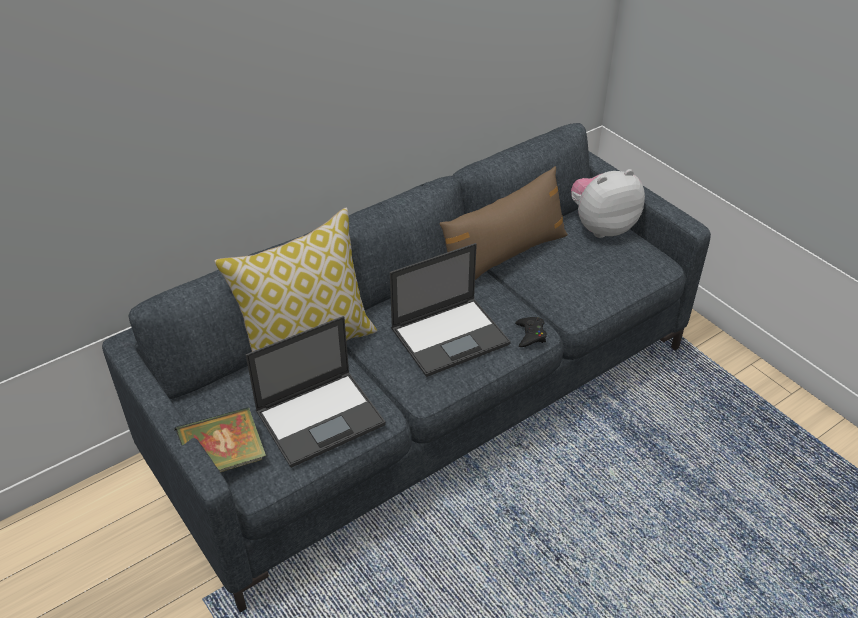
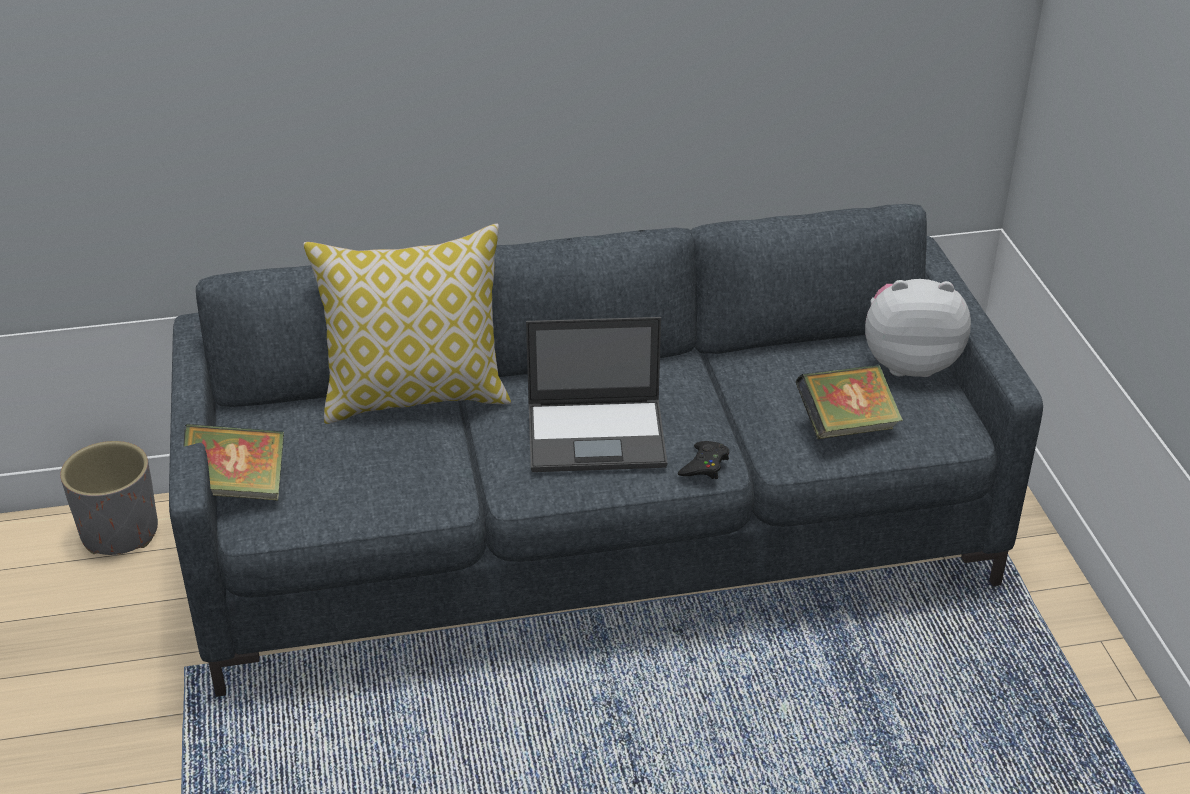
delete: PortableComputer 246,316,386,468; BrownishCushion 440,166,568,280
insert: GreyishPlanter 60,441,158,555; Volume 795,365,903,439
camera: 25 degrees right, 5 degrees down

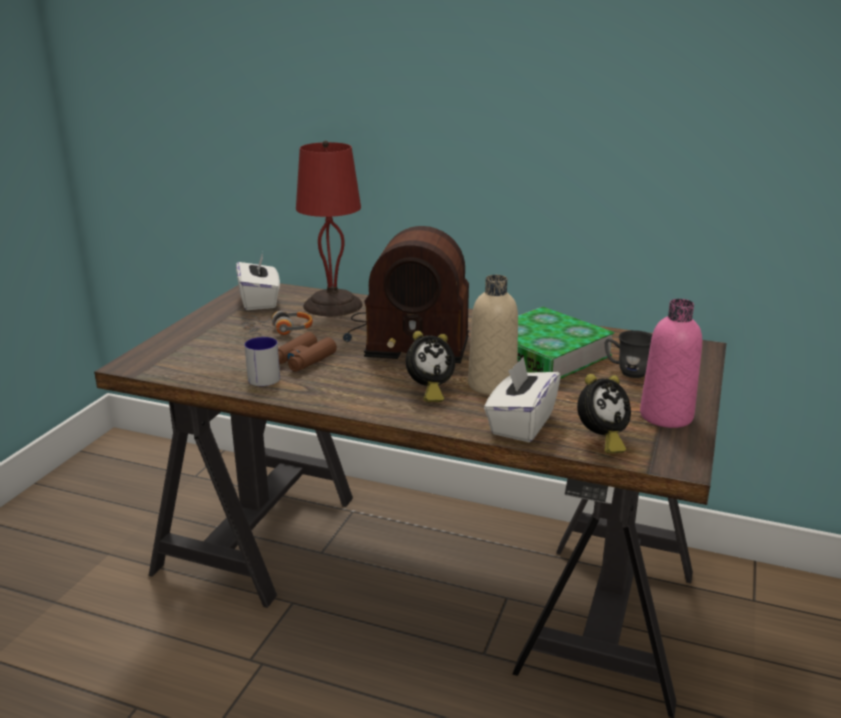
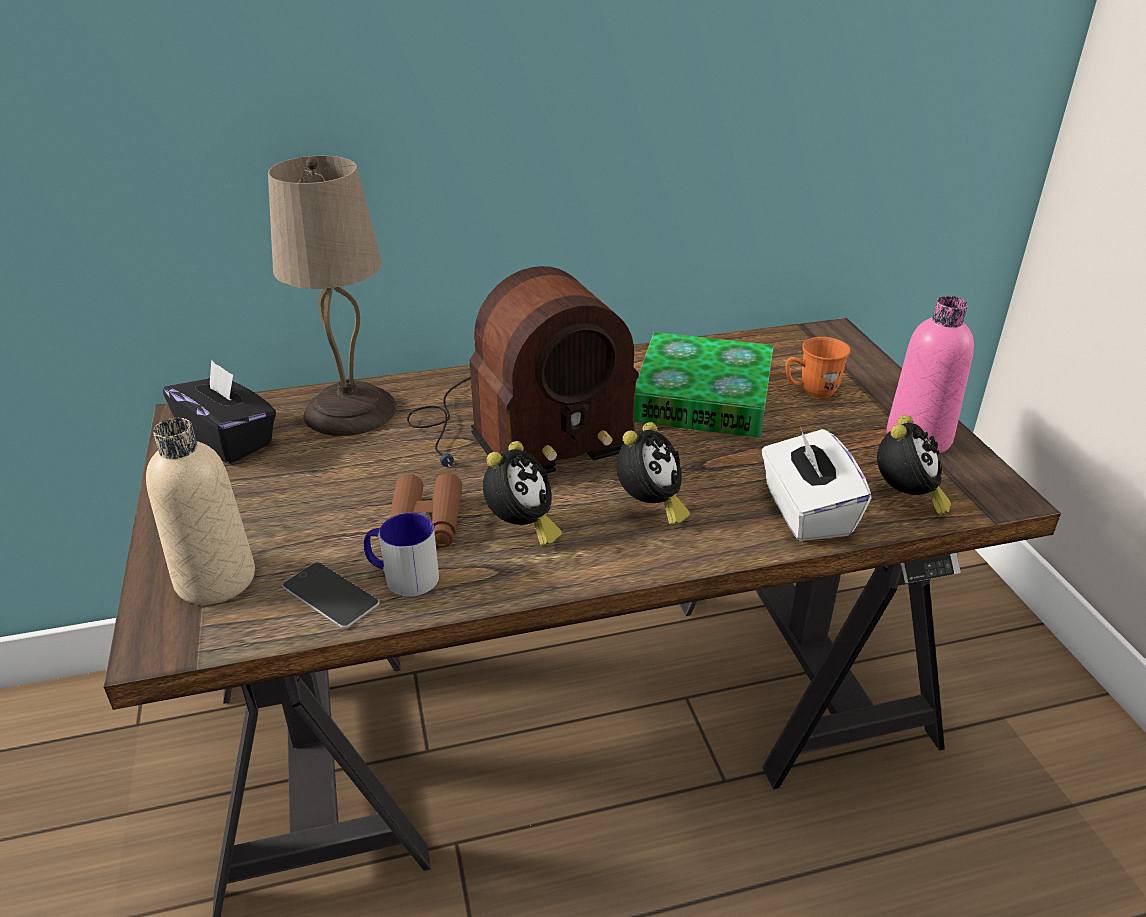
delete: Headset 240,311,313,337
insert: Handset 282,562,380,628; AlarmClock 483,441,562,547
move: SandColouredBottle 468,275,518,395 to 146,418,255,605
recolor: WhiteBoxOfTissues 236,252,280,310 to BlackColouredBoxOfTissues 163,360,276,464; RedColouredLampForATable 296,141,363,316 to SandColouredLampForATable 268,156,397,436; GreyishCoffeeMug 605,330,652,378 to OrangeyCoffeeMug 785,337,851,398
camera: 35 degrees left, 10 degrees up

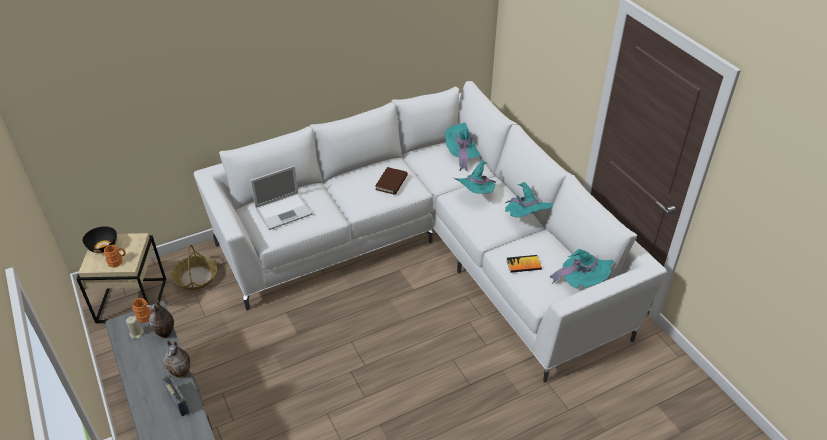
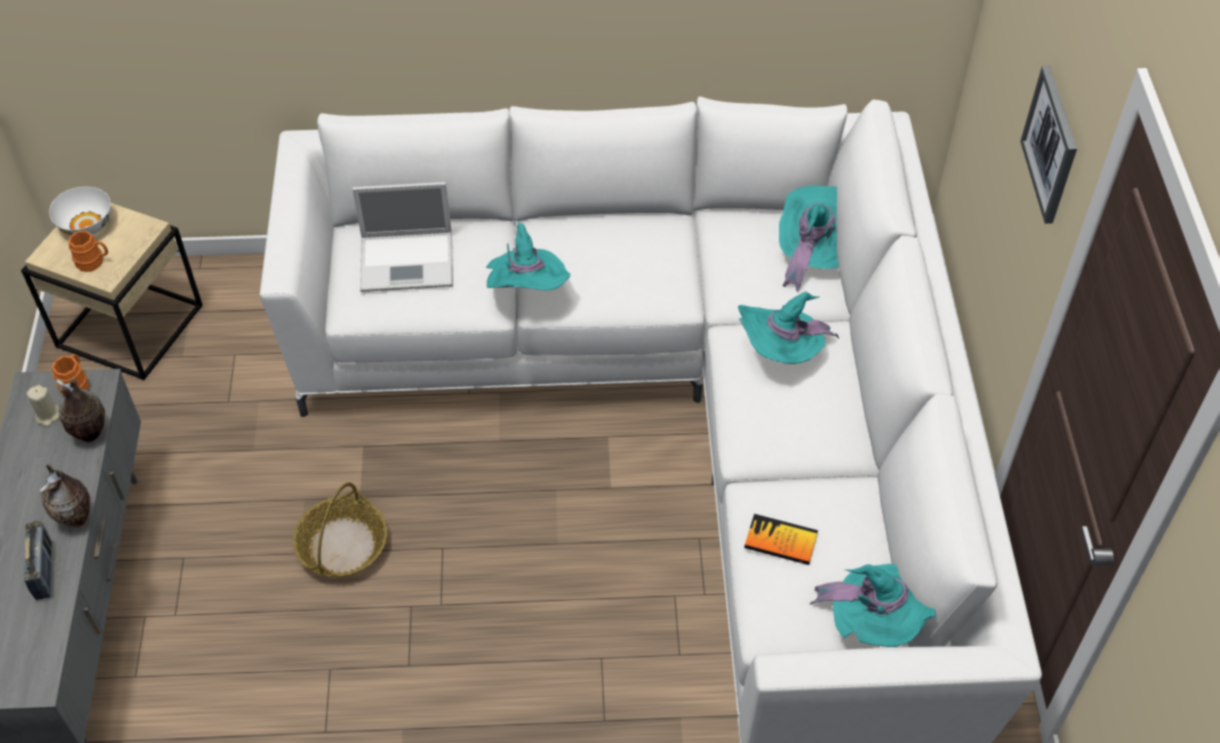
delete: BrownishVolume 375,167,408,195
insert: Picture 1020,66,1077,224
move: StorageBasket 171,245,217,290 to 292,482,387,577; TurquoiseWearableHat 505,182,554,218 to 486,222,570,291
recolor: BlackColouredDeepDish 83,226,117,253 to WhiteDeepDish 49,187,111,235
camera: 25 degrees right, 10 degrees up

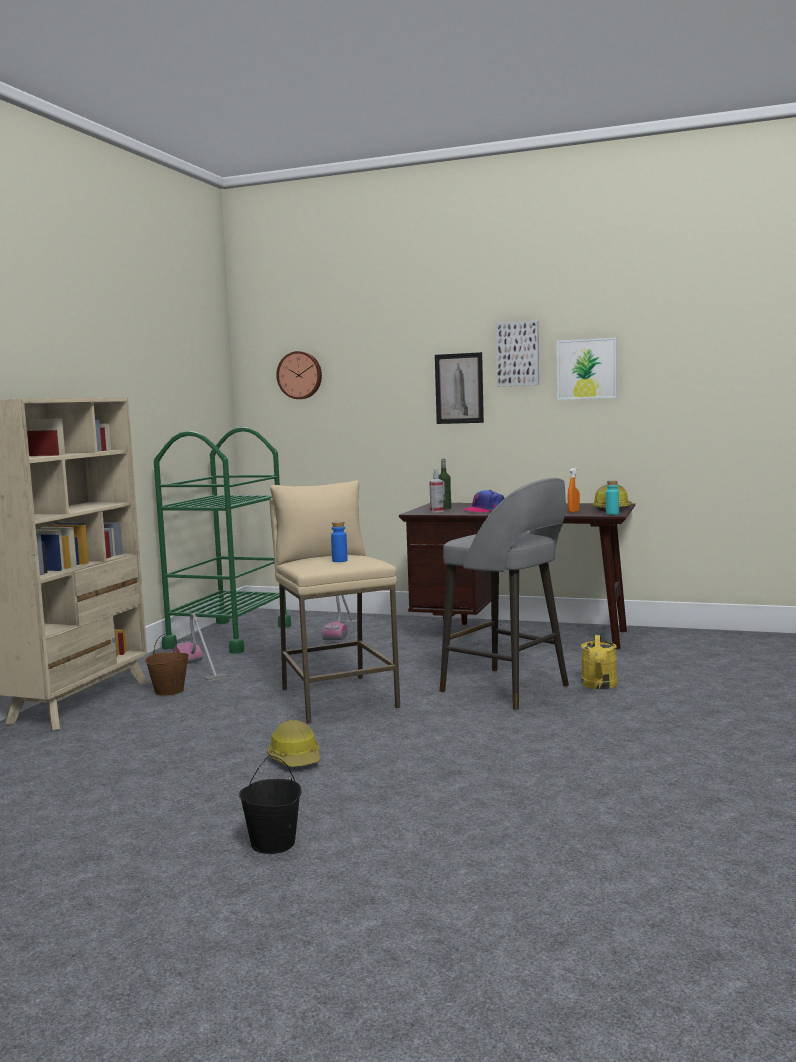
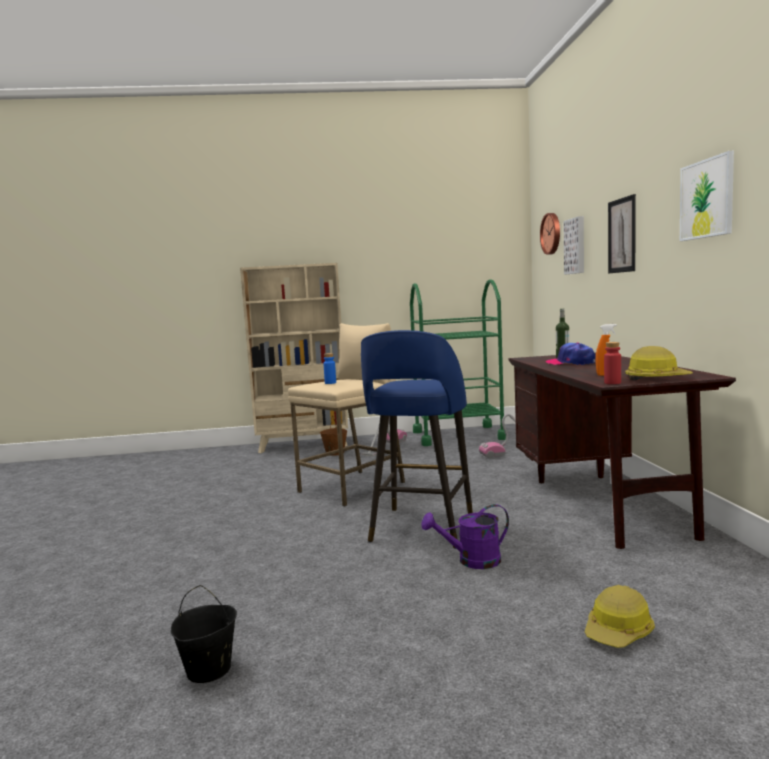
delete: SprayBottle 429,469,444,512
move: BlackColouredBucket 239,755,302,854 to 171,585,237,683; Picture 496,321,539,387 to 563,216,584,275; SafetyHelmet 267,720,320,767 to 585,585,655,648
recolor: GreyishStool 440,478,569,710 to BluishStool 361,330,473,549; YellowColouredWateringCan 581,630,617,689 to PurpleColouredWateringCan 421,504,509,569; TurquoiseBottle 606,481,619,515 to RedColouredBottle 604,342,621,384
camera: 65 degrees right, 0 degrees up

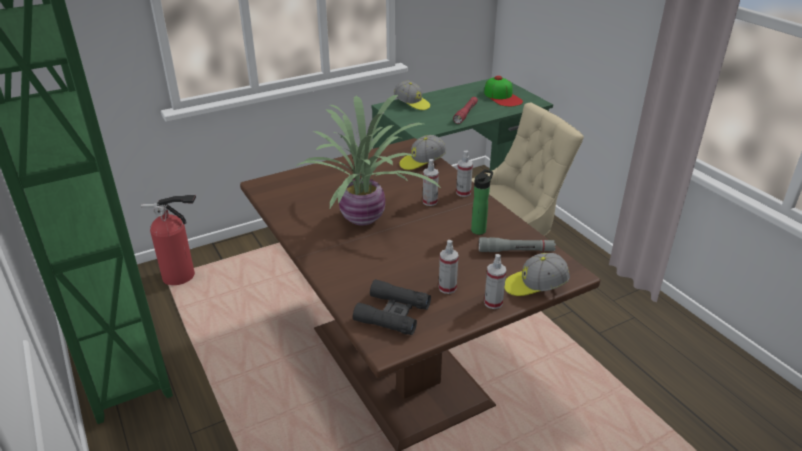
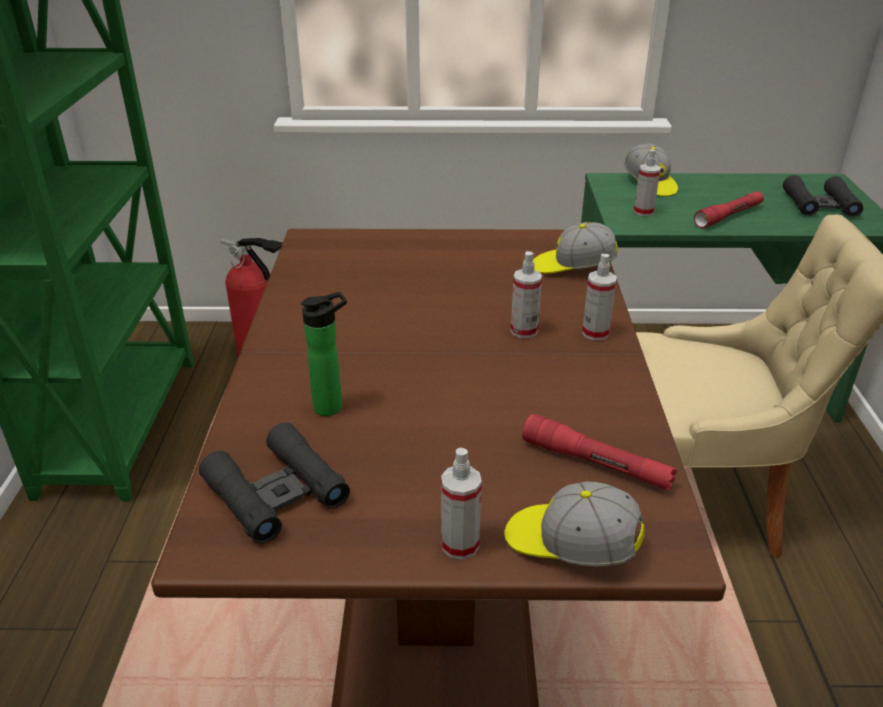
delete: PlantInAPot 295,95,442,226
move: Bottle 471,169,493,235 to 301,292,347,416; SprayBottle 439,240,459,294 to 634,149,661,216
replace: BaseballCap 484,76,523,107 to BlackColouredPairOfBinoculars 783,175,863,217
recolor: GreyishFlashlight 479,237,556,252 to RedColouredFlashlight 522,414,677,491
camera: 30 degrees right, 0 degrees up

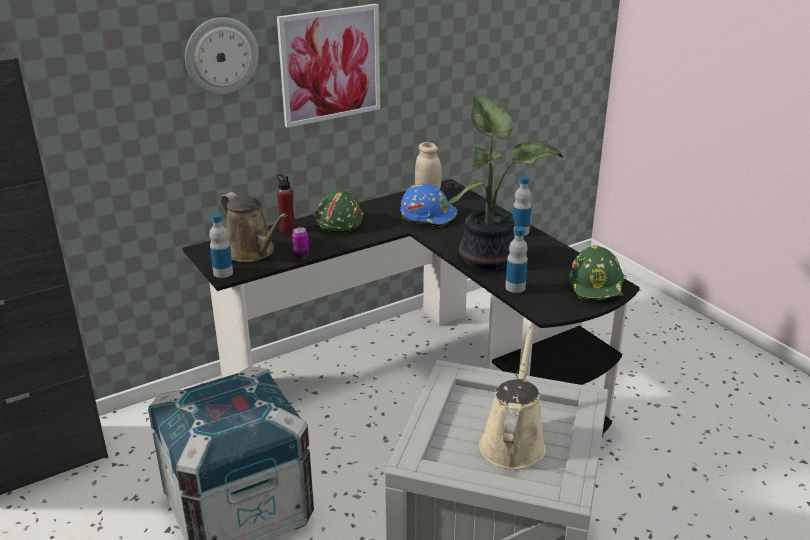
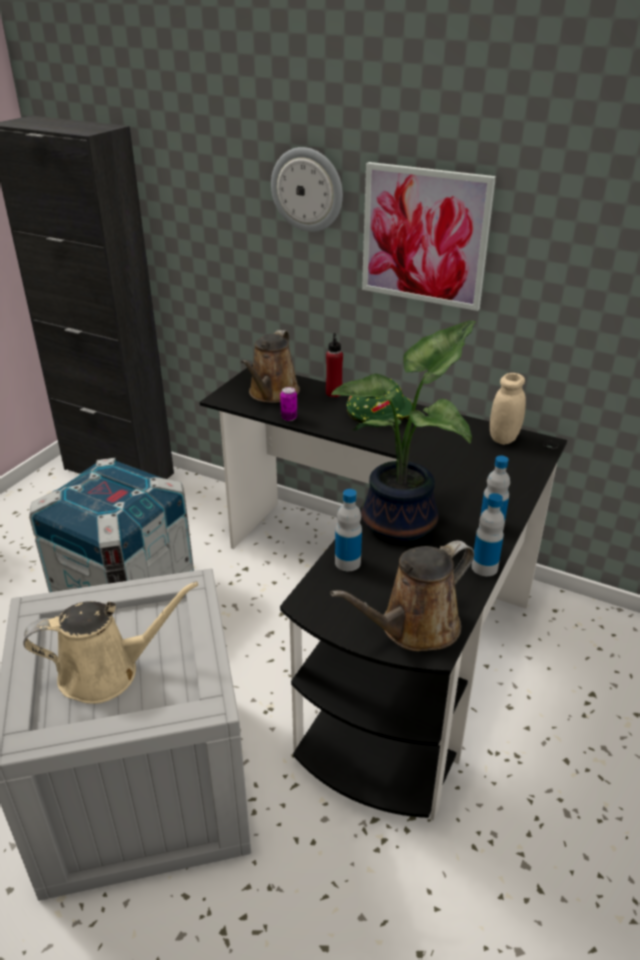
delete: BluishSafetyHelmet 400,184,457,227
move: Bottle 210,213,233,278 to 471,493,505,576
replace: GreenishSafetyHelmet 569,245,624,301 to BrownishWateringCan 330,540,474,651
camera: 60 degrees right, 5 degrees up

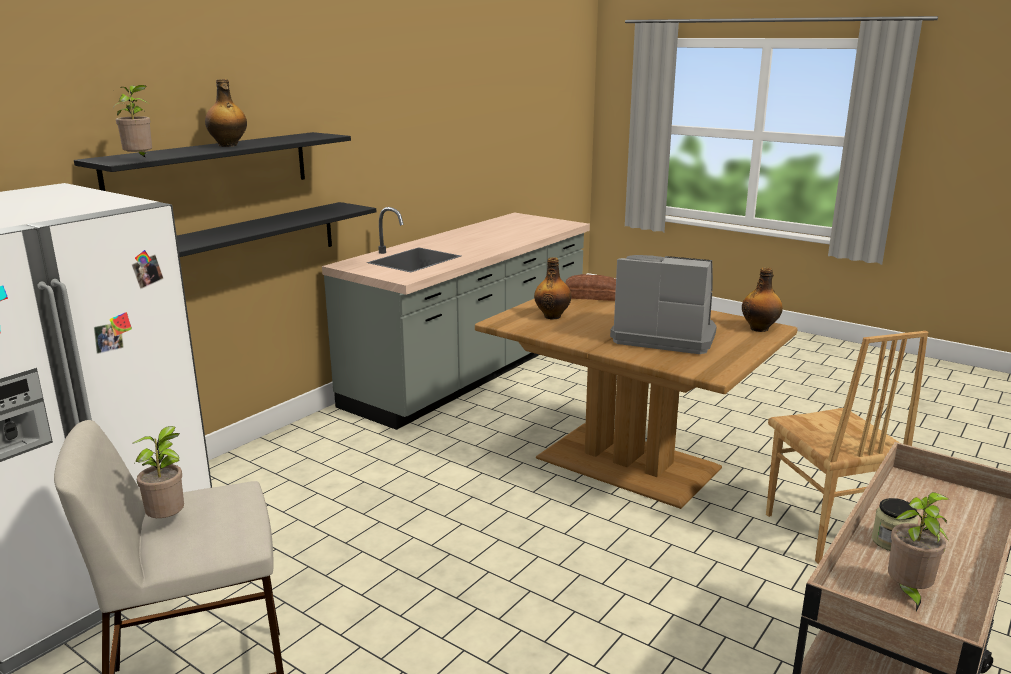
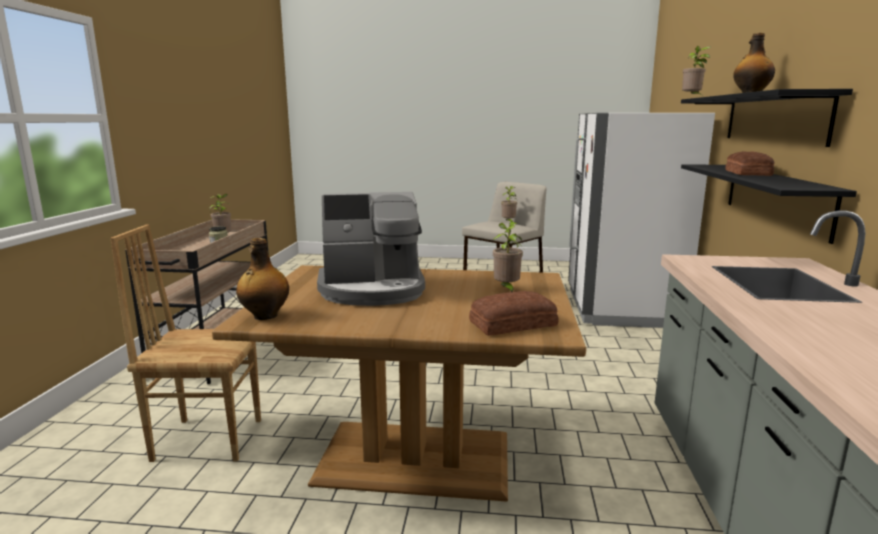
insert: BakeryBread 725,151,774,176
replace: Bottle 534,257,571,320 to PlantInAPot 493,221,523,292
rotate: BrownishChair 766,331,928,564 = 110,224,261,462 45 degrees counterclockwise
camera: 150 degrees right, 5 degrees down

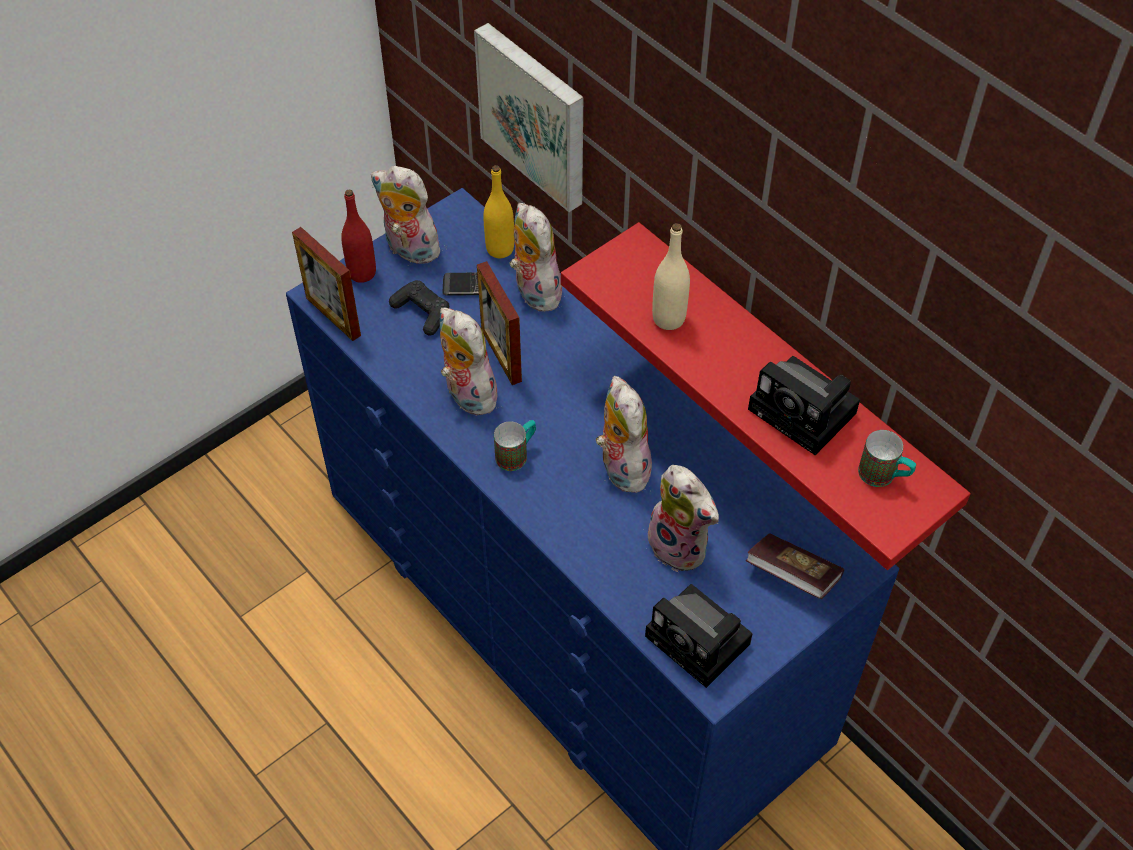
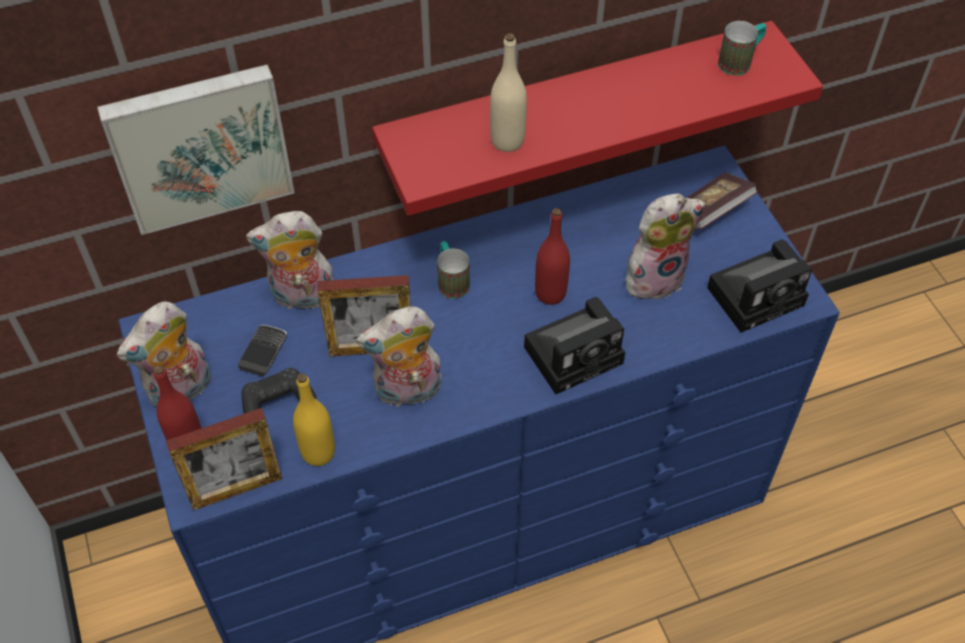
move: YellowColouredBottle 483,165,514,258 to 293,374,335,466; CoffeeMug 494,420,536,471 to 437,241,470,299; StillCamera 748,356,860,455 to 524,297,625,394
replace: SoftToy 596,376,654,493 to RedColouredBottle 535,208,570,305
camera: 70 degrees left, 0 degrees up

